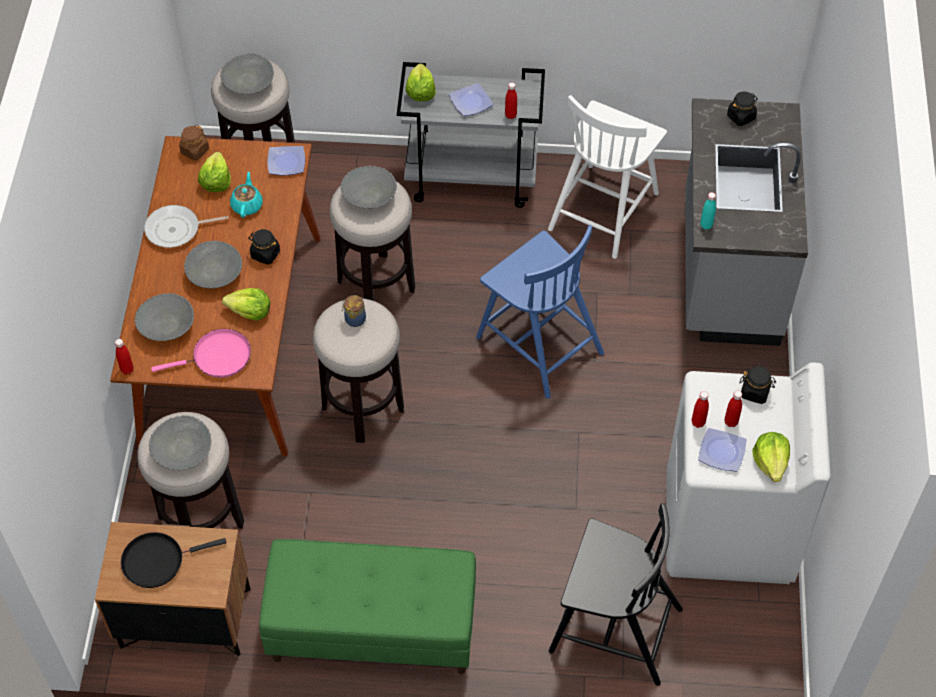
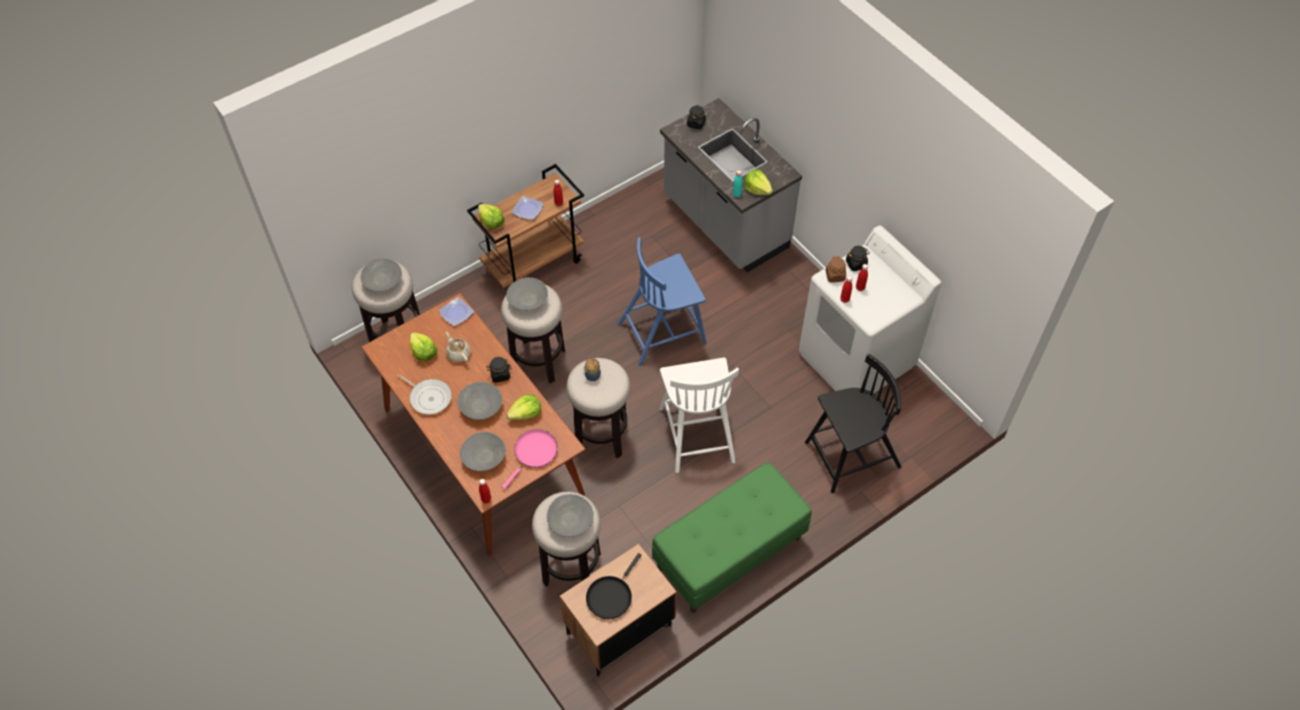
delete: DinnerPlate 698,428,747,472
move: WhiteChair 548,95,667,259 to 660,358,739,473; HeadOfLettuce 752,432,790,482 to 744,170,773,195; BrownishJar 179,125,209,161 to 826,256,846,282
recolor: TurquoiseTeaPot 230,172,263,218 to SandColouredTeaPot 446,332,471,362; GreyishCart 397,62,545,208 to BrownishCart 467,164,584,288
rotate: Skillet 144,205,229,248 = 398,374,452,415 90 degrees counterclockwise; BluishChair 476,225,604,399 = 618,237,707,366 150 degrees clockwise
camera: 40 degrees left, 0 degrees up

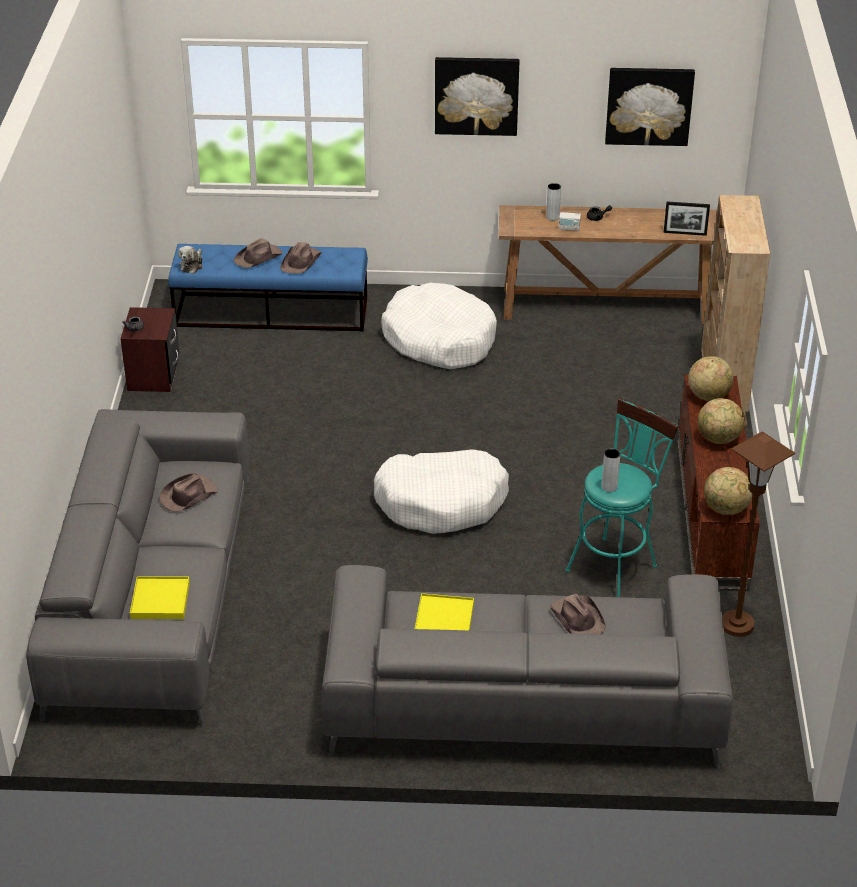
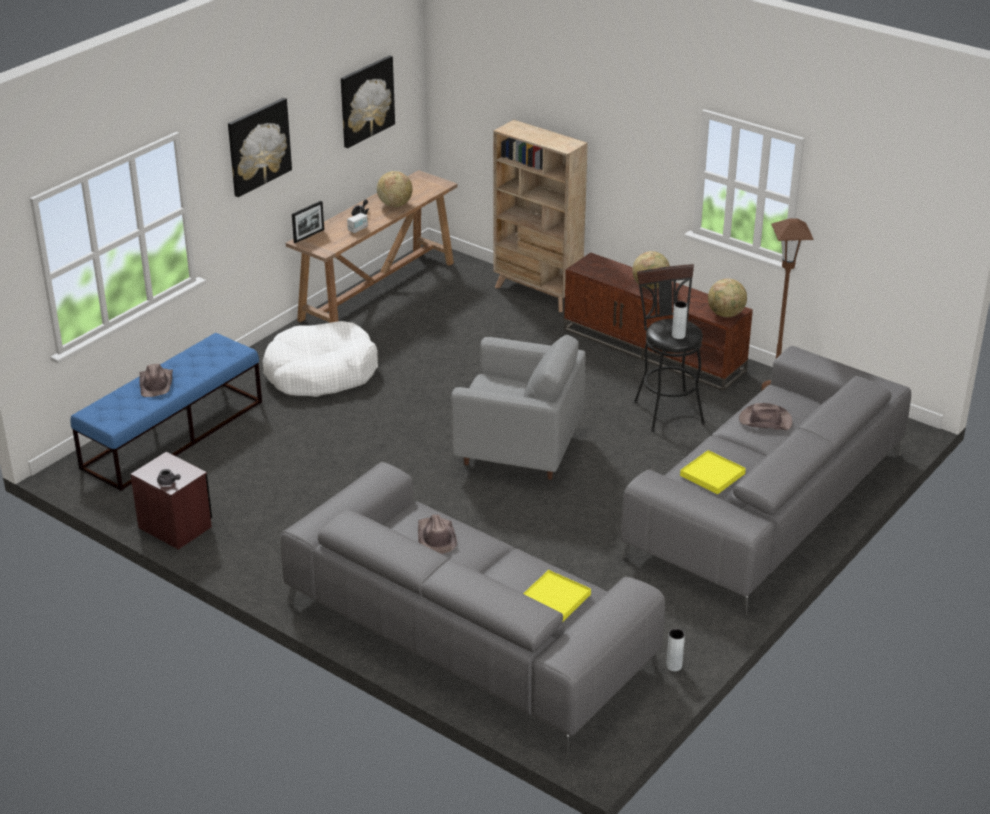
delete: SoftToy 178,246,203,274; BrownishWearableHat 280,242,322,273
move: PictureFrame 664,201,710,236 to 292,201,324,243; WorldGlobe 688,356,734,401 to 377,171,412,207; GreyishFlowerVase 546,183,561,221 to 666,629,685,671
replace: WhiteDogBed 374,449,509,534 to GreyishEasyChair 451,335,585,480
recolor: TurquoiseStool 566,398,679,597 to BlackColouredStool 634,264,705,432
camera: 55 degrees left, 5 degrees down

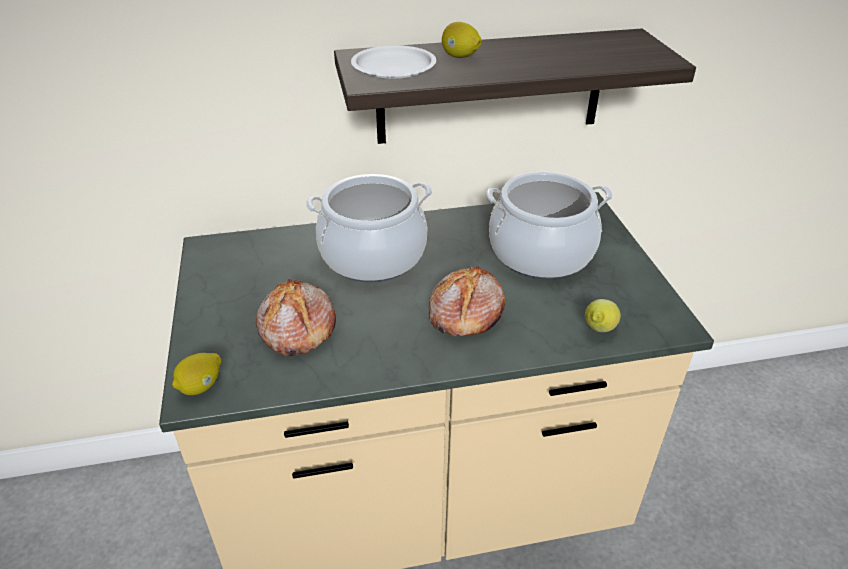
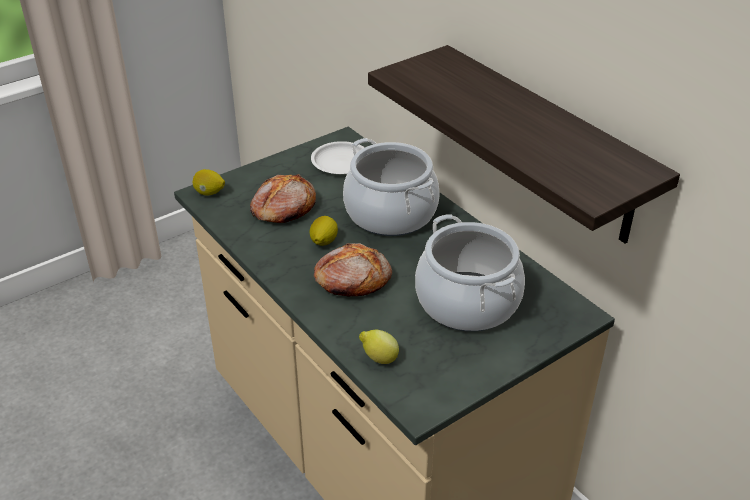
move: CitrusFruit 442,22,482,58 to 310,216,338,246; WhiteDinnerPlate 351,45,436,80 to 311,141,365,174
camera: 65 degrees right, 0 degrees up

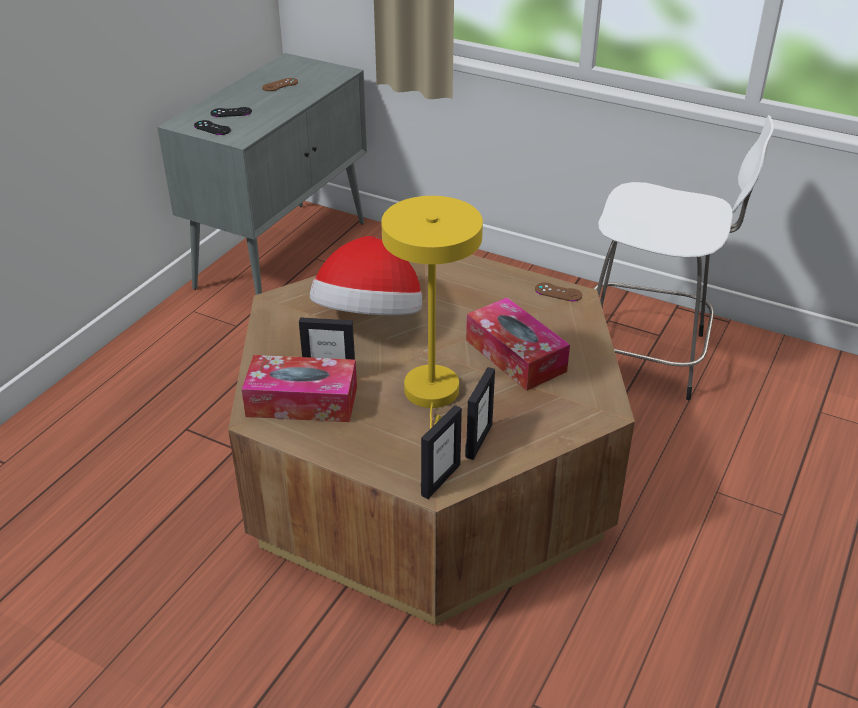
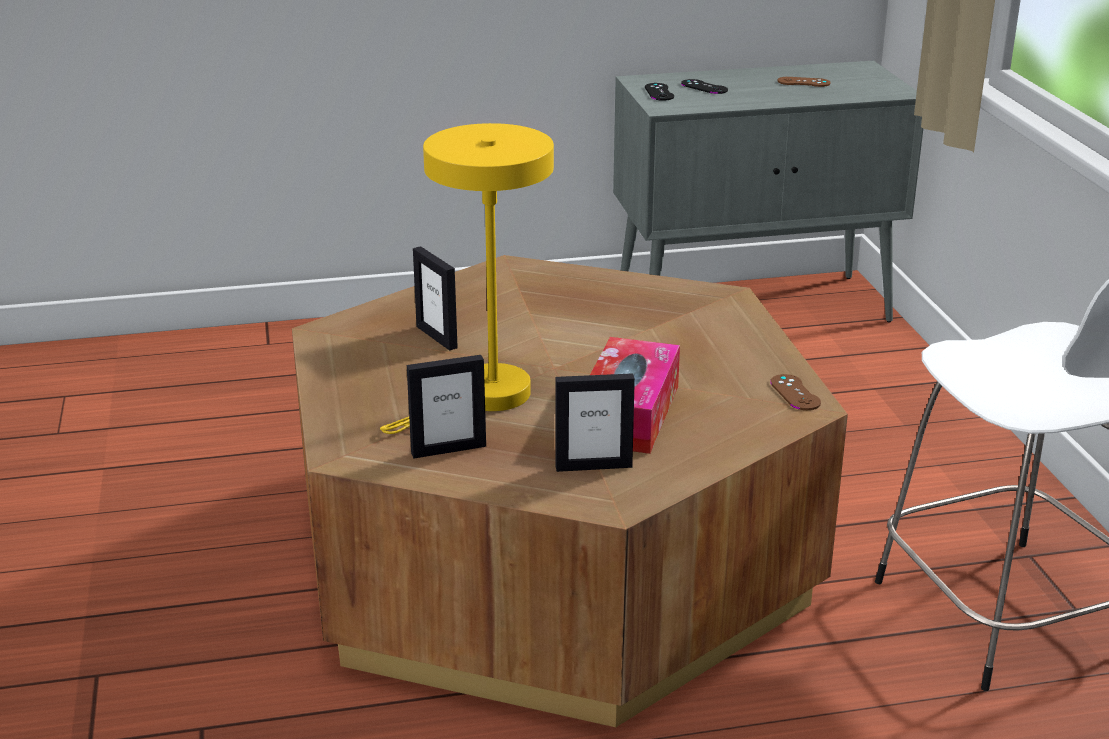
delete: BoxOfTissues 242,355,357,422; WearableHat 310,236,422,315
move: PictureFrame 421,405,462,499 to 555,373,635,472
camera: 50 degrees right, 10 degrees down

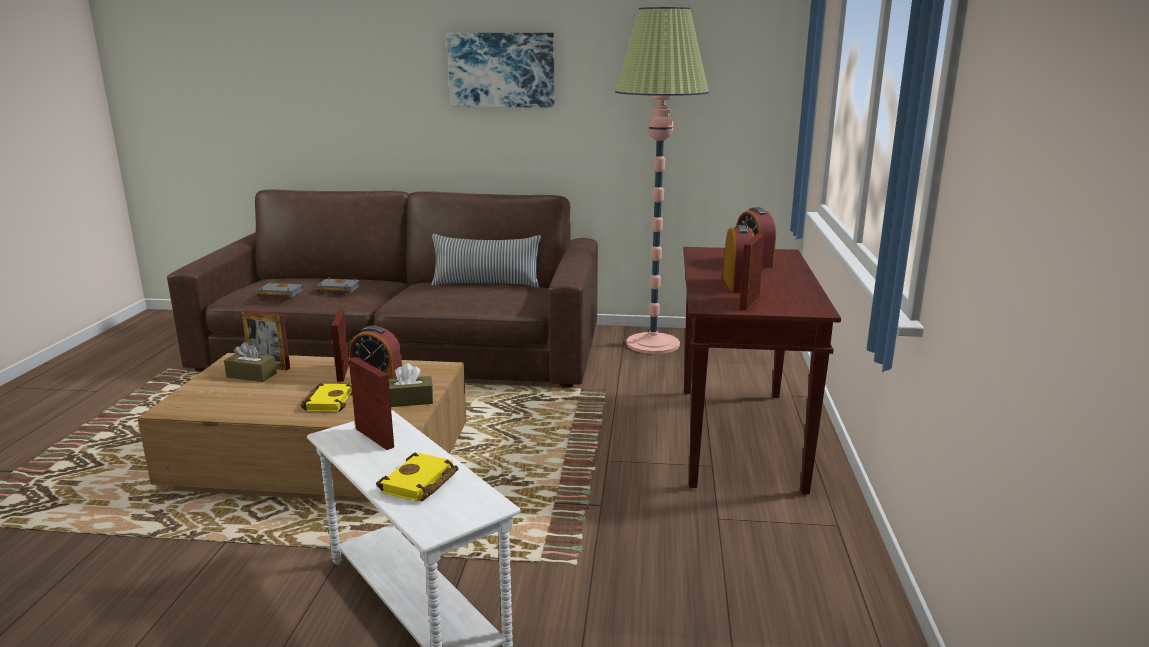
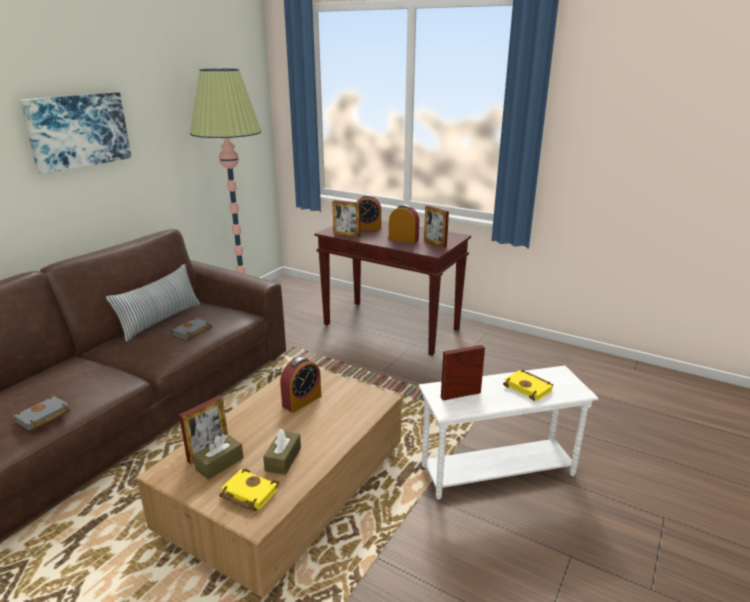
move: GreyishVolume 317,277,360,293 to 171,318,212,340; YellowColouredVolume 301,383,352,412 to 219,469,279,511; BrownishBoxOfTissues 389,363,433,407 to 263,429,301,475; PictureFrame 331,311,349,382 to 332,200,361,238
camera: 65 degrees left, 5 degrees up

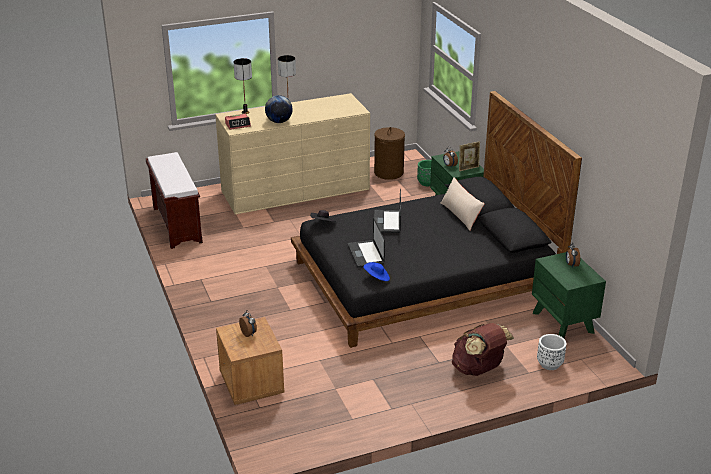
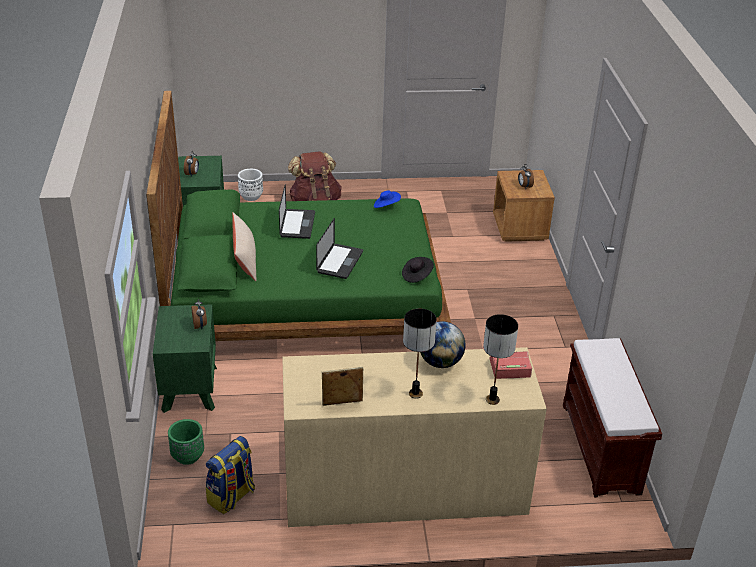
move: PortableComputer 348,218,385,268 to 279,184,315,239; PictureFrame 459,141,480,172 to 322,367,363,406
replace: BrownishWashingBasket 374,127,405,180 to Knapsack 206,436,255,514
recolor: BlackColouredSleepingBed 291,91,582,348 to GreenishSleepingBed 146,91,451,341
camera: 165 degrees left, 5 degrees up

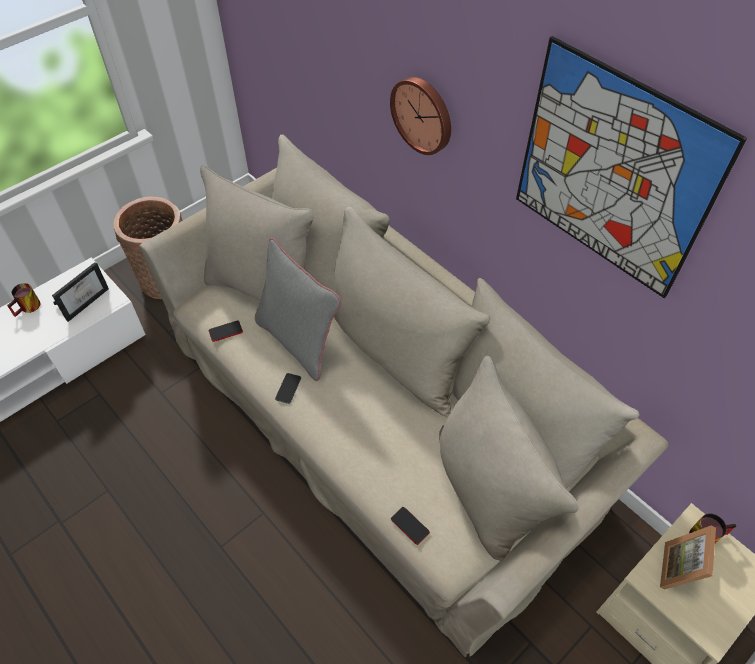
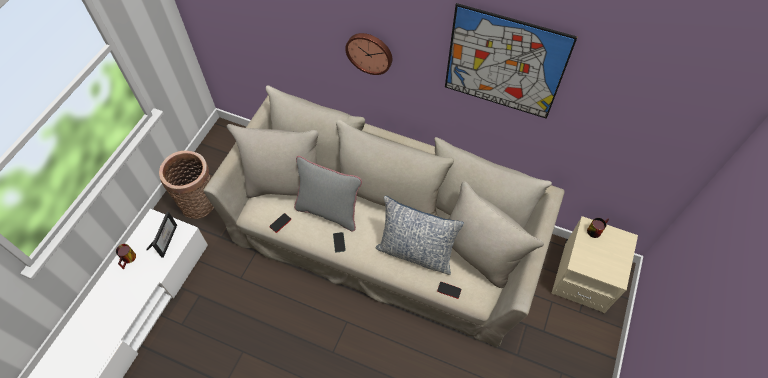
delete: PictureFrame 660,525,716,590
insert: Cushion 375,196,464,275
camera: 25 degrees left, 5 degrees up

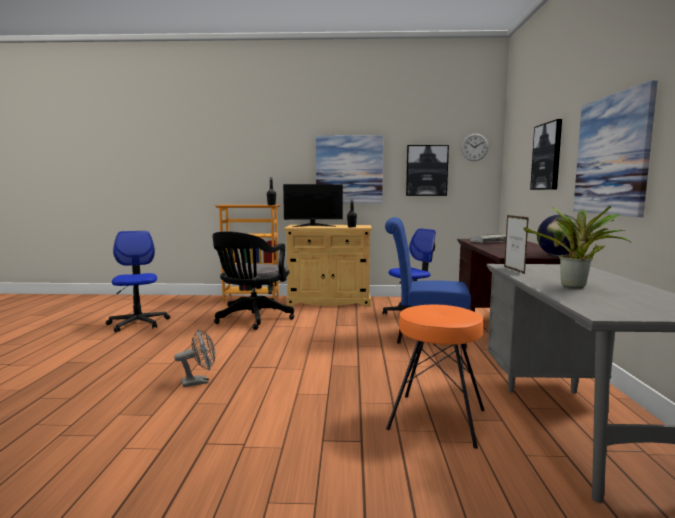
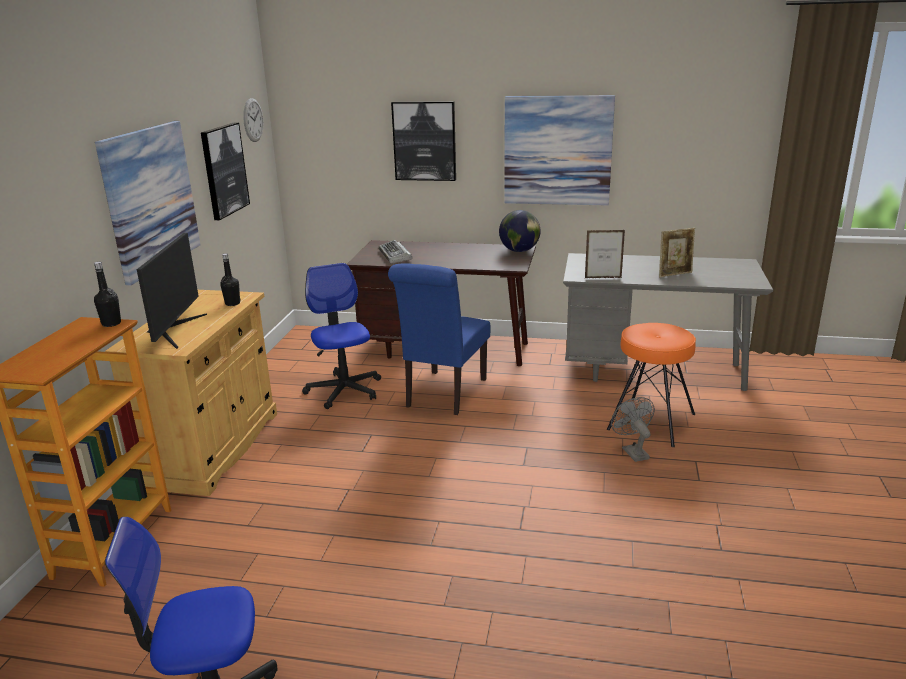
delete: BlackColouredOfficeChair 212,231,294,330
move: GreyishElectricFan 174,329,215,387 to 611,397,655,462
replace: PlantInAPot 523,206,631,288 to PictureFrame 659,228,695,277
camera: 80 degrees left, 15 degrees up

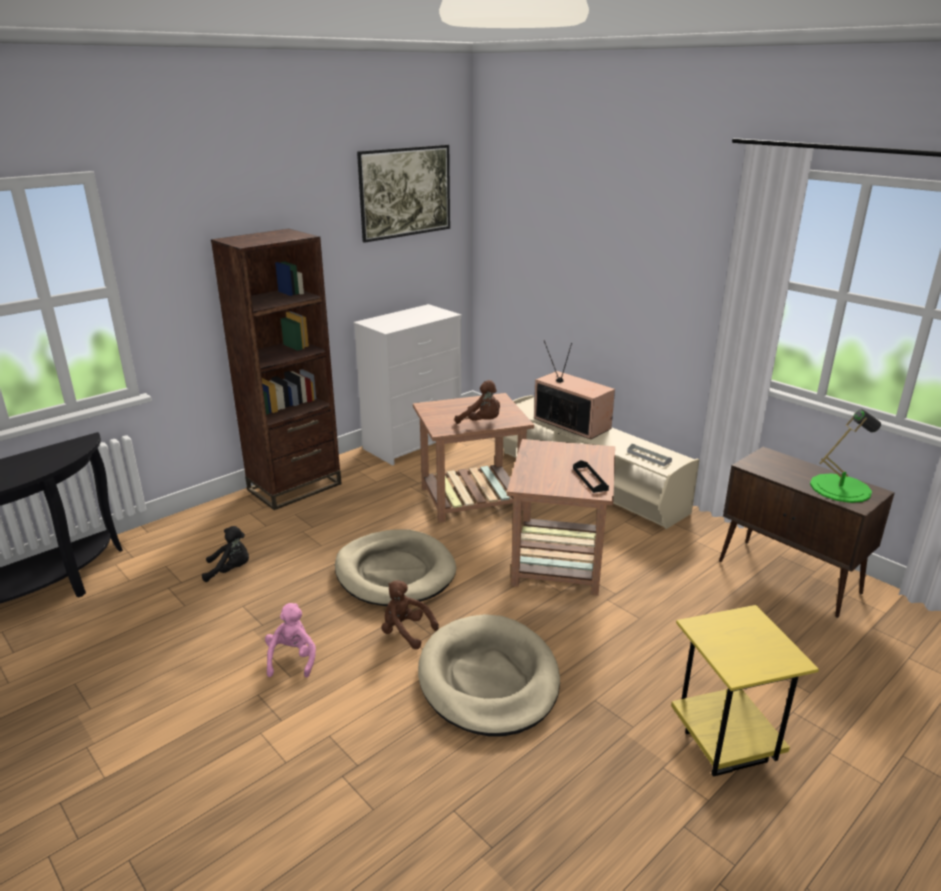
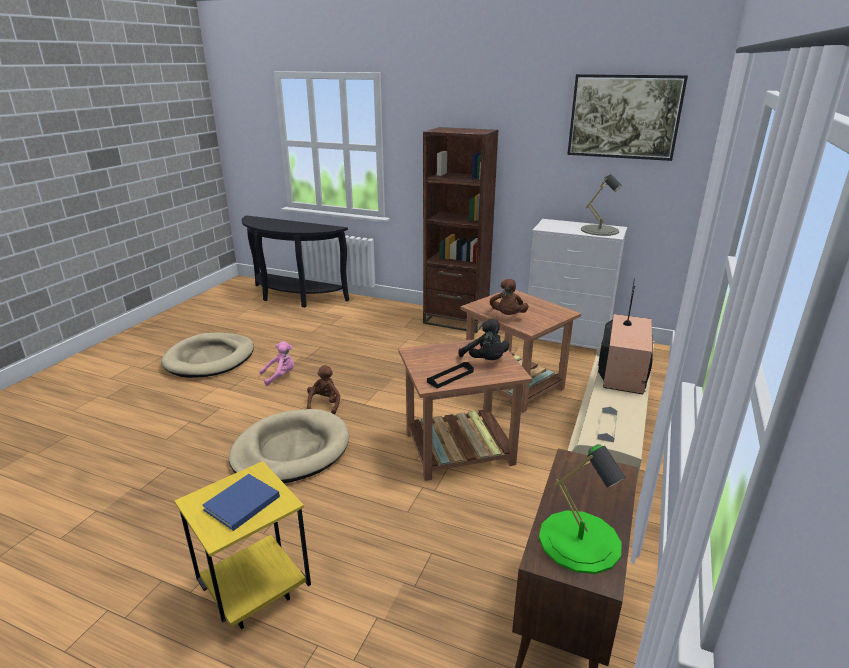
insert: BluishVolume 202,474,280,531; GreyishLampForATable 581,174,622,236
move: SandColouredDogBed 335,529,456,606 to 161,333,254,378; BlackColouredSoftToy 202,526,249,582 to 458,319,509,360
camera: 65 degrees right, 0 degrees up

